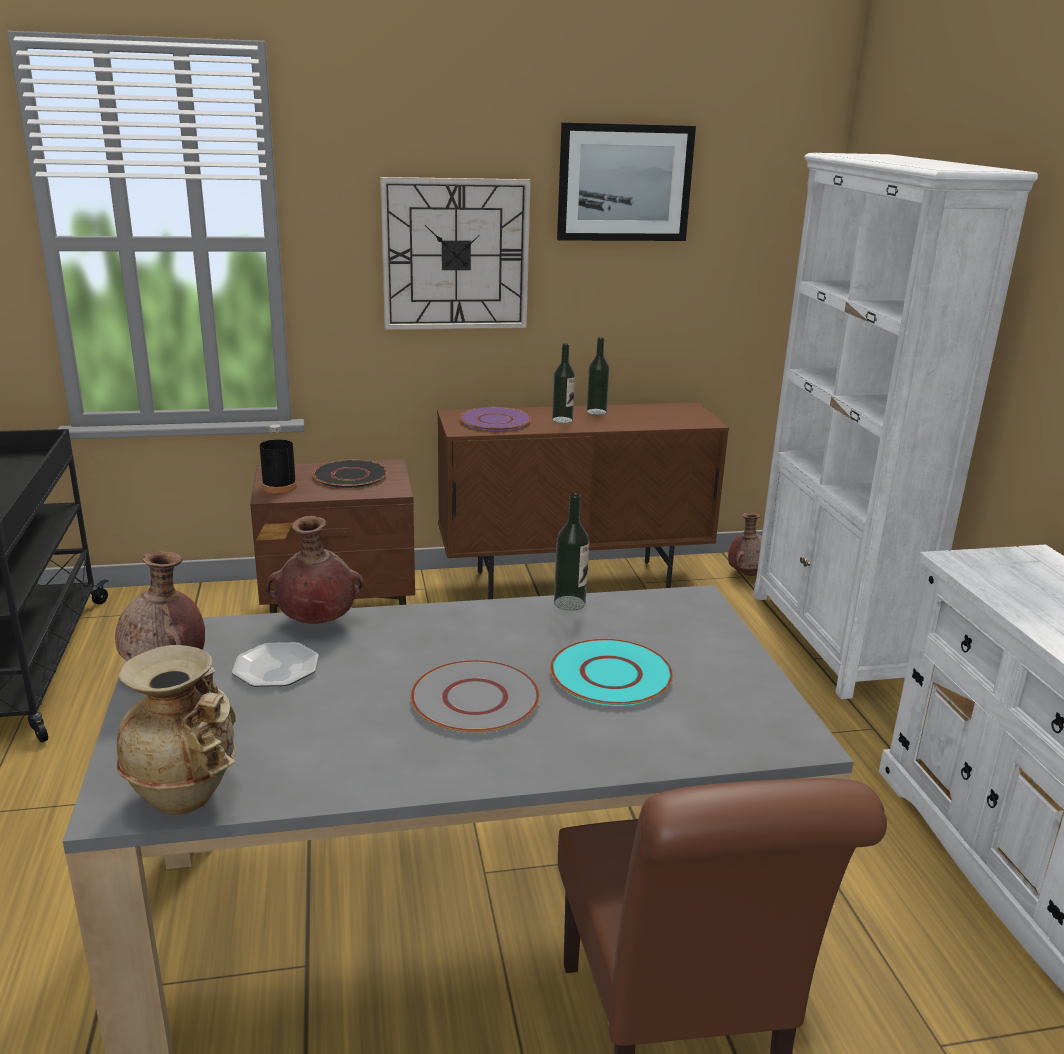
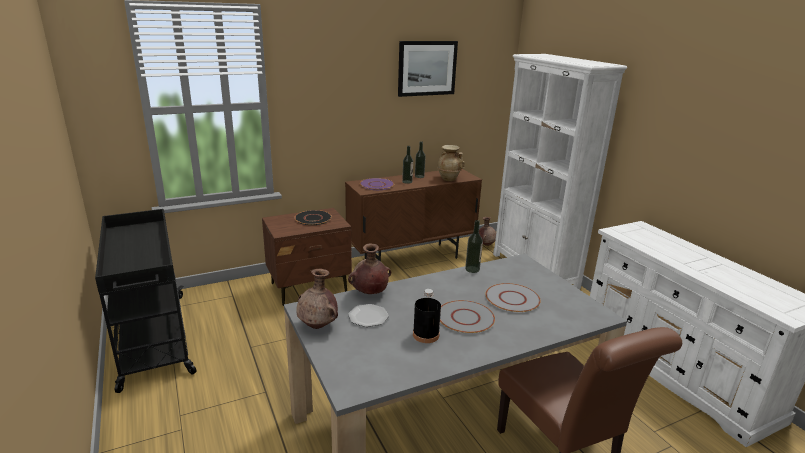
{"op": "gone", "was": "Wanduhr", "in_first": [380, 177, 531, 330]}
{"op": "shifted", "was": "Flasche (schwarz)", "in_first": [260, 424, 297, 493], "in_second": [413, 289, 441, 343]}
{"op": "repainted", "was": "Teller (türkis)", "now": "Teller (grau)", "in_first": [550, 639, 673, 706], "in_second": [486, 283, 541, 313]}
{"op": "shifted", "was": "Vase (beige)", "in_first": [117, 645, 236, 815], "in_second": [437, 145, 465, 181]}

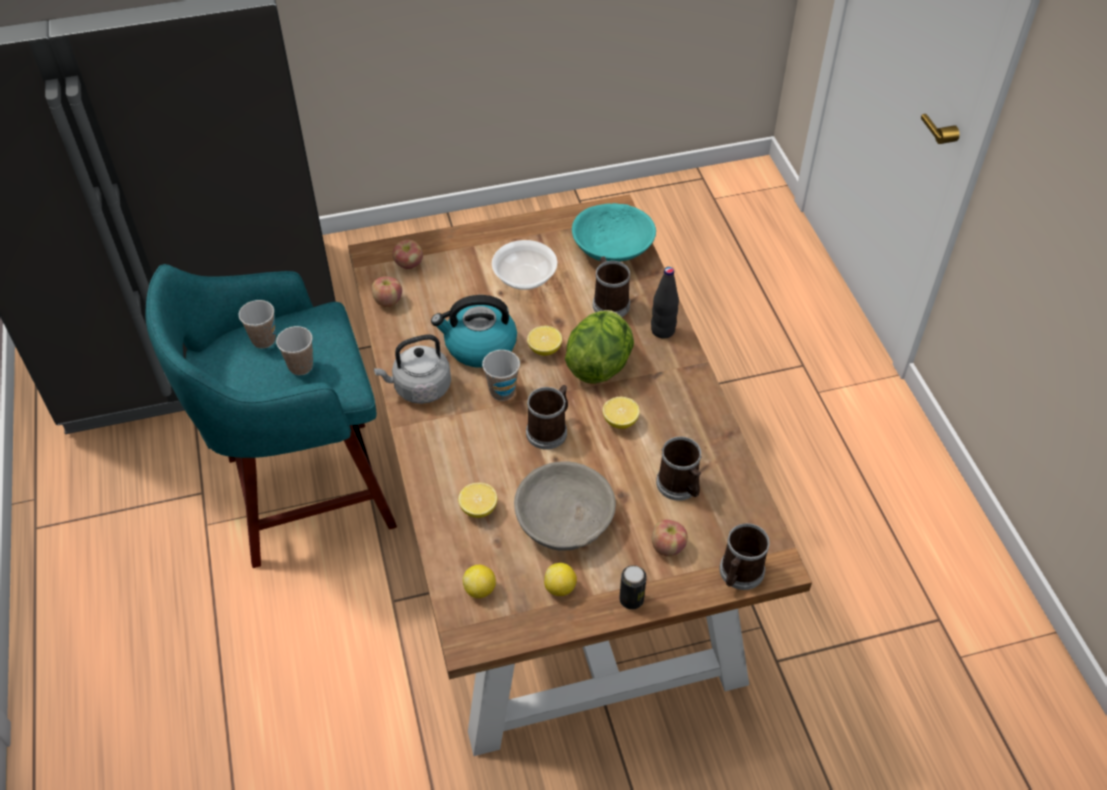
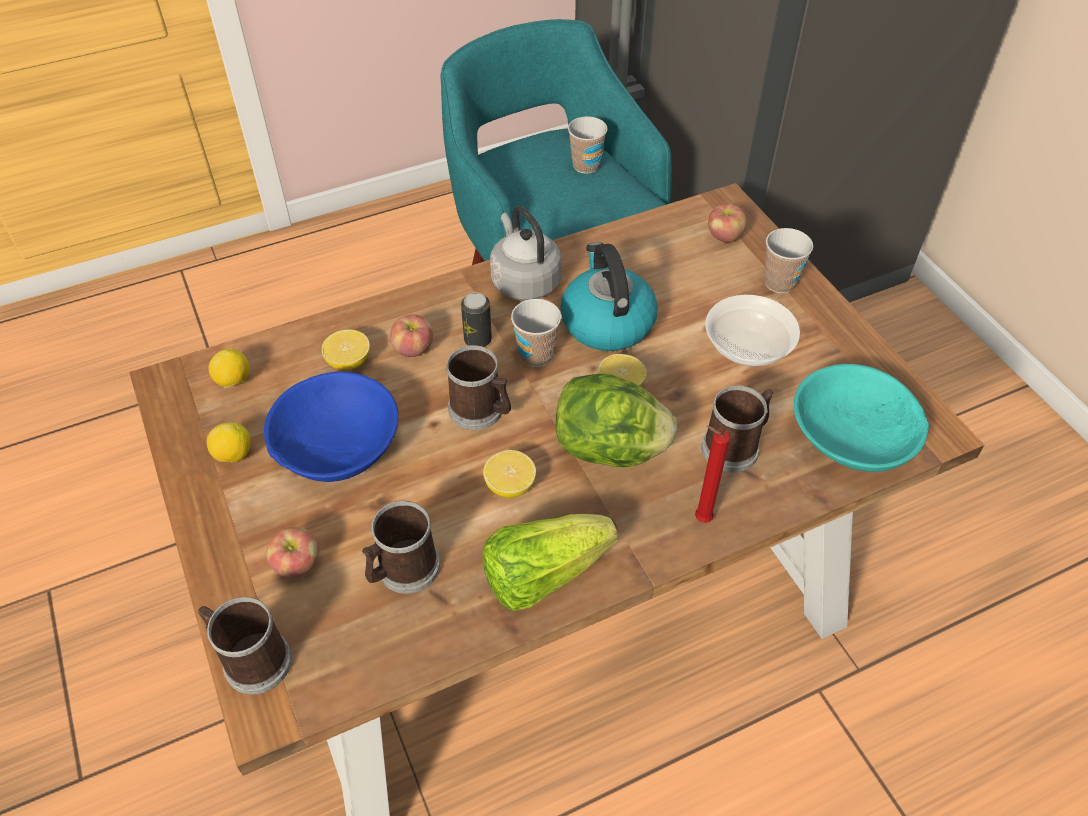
{"op": "swapped", "was": "Flasche (schwarz)", "now": "Kerze (rot)", "in_first": [651, 267, 679, 339], "in_second": [695, 426, 730, 523]}
{"op": "shifted", "was": "Apfel", "in_first": [371, 276, 402, 307], "in_second": [390, 314, 433, 357]}
{"op": "shifted", "was": "Tasse", "in_first": [276, 326, 313, 375], "in_second": [764, 228, 813, 293]}
{"op": "repainted", "was": "Schüssel (grau)", "now": "Schüssel (blau)", "in_first": [514, 461, 616, 551], "in_second": [264, 372, 399, 482]}
{"op": "shifted", "was": "Dose", "in_first": [619, 565, 647, 609], "in_second": [461, 293, 492, 347]}
{"op": "new", "now": "Salatkopf", "in_second": [483, 514, 618, 611]}

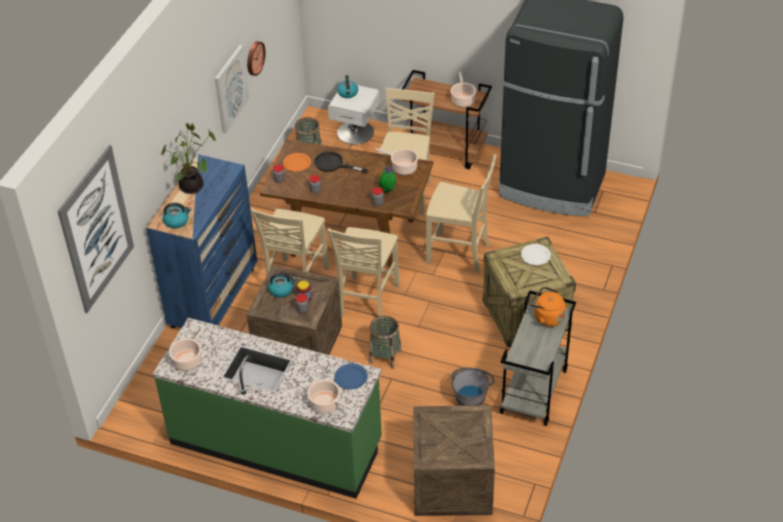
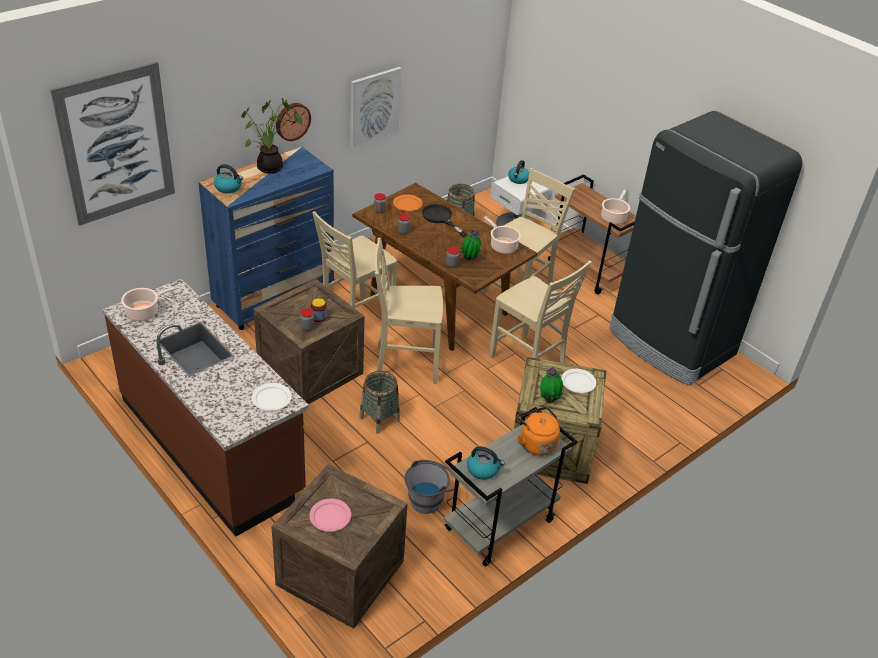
{"op": "shifted", "was": "Wanduhr", "in_first": [247, 41, 266, 76], "in_second": [276, 103, 311, 141]}
{"op": "rotated", "was": "Stuhl (beige)", "in_first": [327, 227, 399, 317], "in_second": [375, 238, 443, 384], "clockwise": 45}
{"op": "shifted", "was": "Wasserkessel", "in_first": [268, 273, 296, 298], "in_second": [467, 446, 505, 480]}
{"op": "repainted", "was": "Küchenzeile (grün)", "now": "Küchenzeile (braun)", "in_first": [153, 318, 382, 499], "in_second": [103, 278, 309, 537]}
{"op": "repainted", "was": "Teller (blau)", "now": "Teller (weiß)", "in_first": [334, 364, 368, 389], "in_second": [252, 383, 292, 411]}
{"op": "gone", "was": "Kochtopf", "in_first": [307, 380, 354, 413]}
{"op": "new", "now": "Topfpflanze", "in_second": [540, 367, 563, 403]}
{"op": "new", "now": "Teller (rosa)", "in_second": [309, 499, 351, 532]}

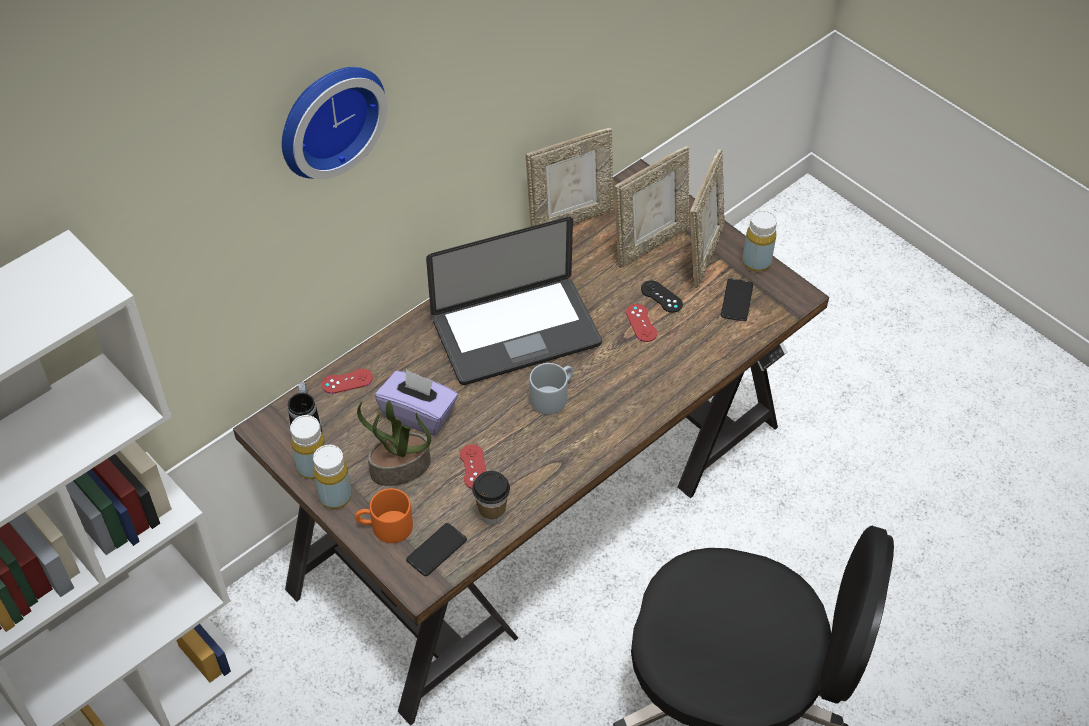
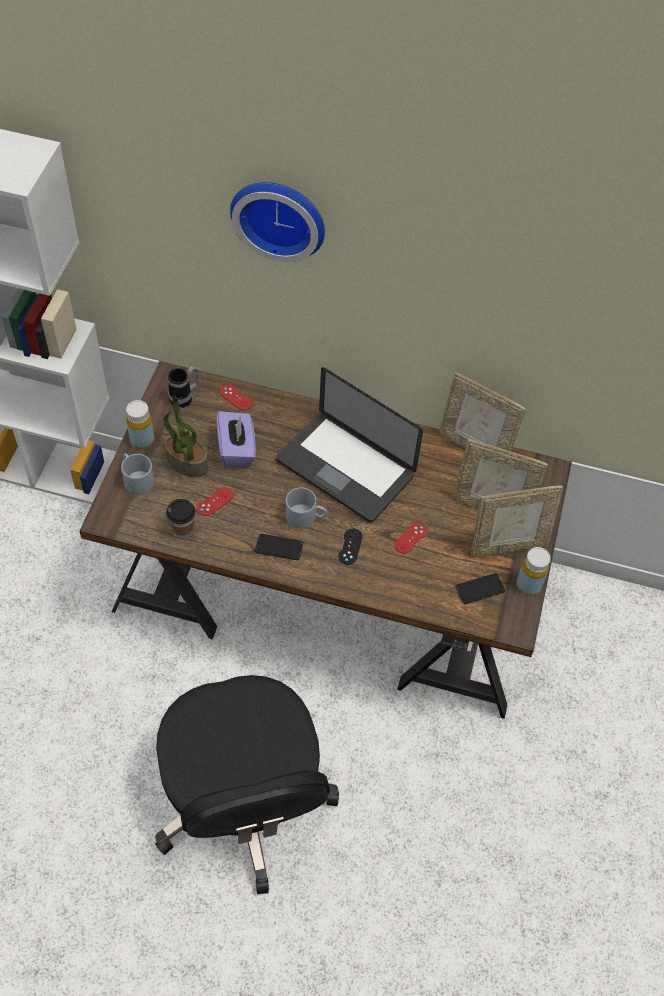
{"op": "shifted", "was": "Gamepad (schwarz)", "in_first": [641, 280, 683, 313], "in_second": [339, 529, 363, 565]}
{"op": "gone", "was": "Flasche (gelb)", "in_first": [290, 415, 326, 479]}
{"op": "repainted", "was": "Henkelbecher (orange)", "now": "Henkelbecher (grau)", "in_first": [355, 488, 413, 543], "in_second": [121, 453, 154, 495]}
{"op": "shifted", "was": "Handy", "in_first": [406, 523, 467, 576], "in_second": [255, 534, 303, 560]}

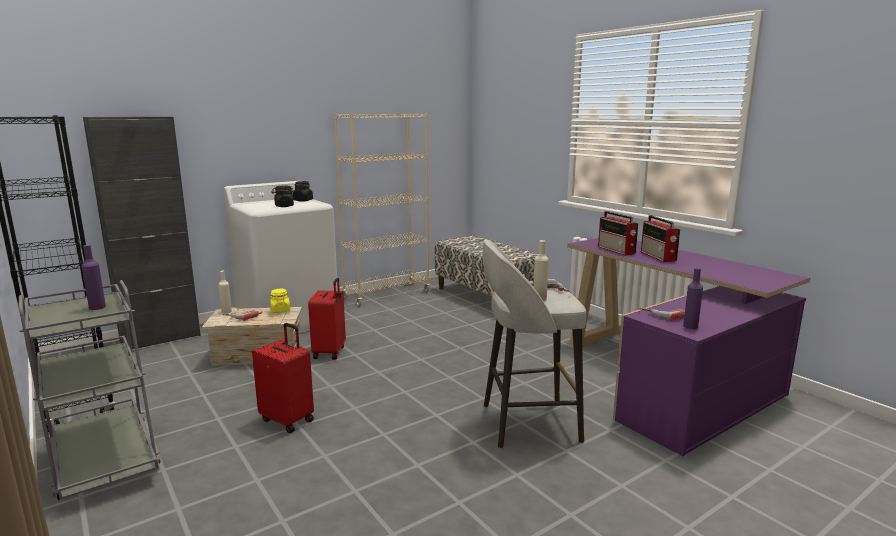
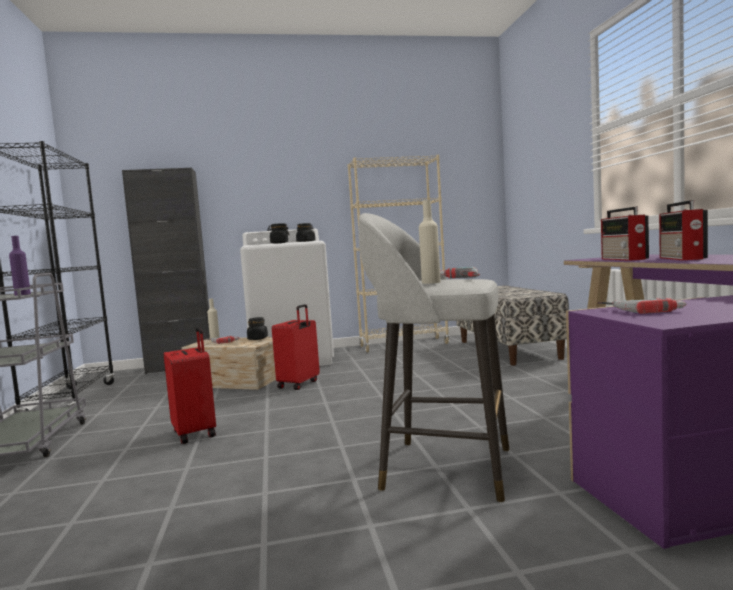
{"op": "gone", "was": "Flasche (lila)", "in_first": [683, 268, 703, 329]}
{"op": "repainted", "was": "Vorratsglas (gelb)", "now": "Vorratsglas (schwarz)", "in_first": [270, 289, 290, 313], "in_second": [247, 317, 268, 340]}

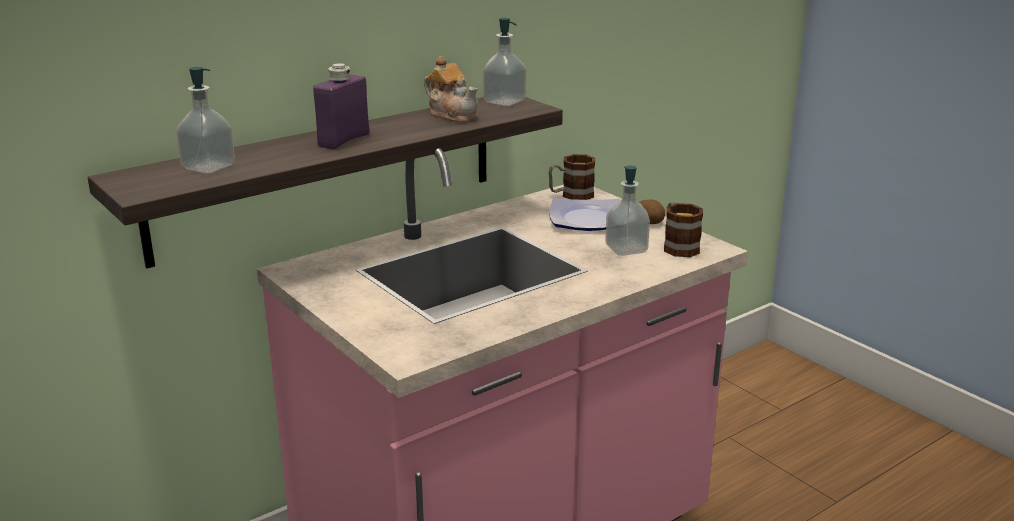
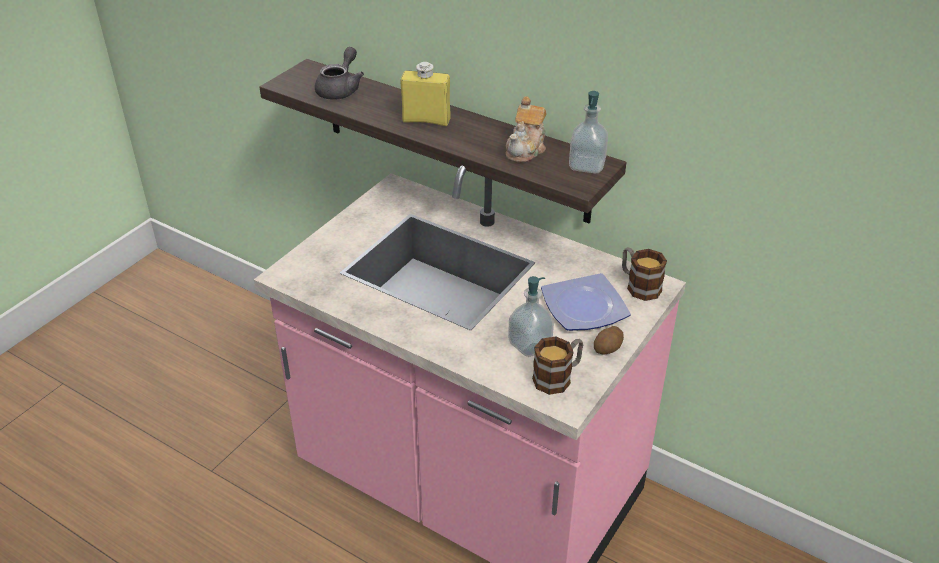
{"op": "repainted", "was": "Flasche (lila)", "now": "Flasche (gelb)", "in_first": [313, 63, 369, 149], "in_second": [401, 62, 450, 126]}
{"op": "swapped", "was": "Seifenspender", "now": "Teekanne (grau)", "in_first": [176, 67, 235, 173], "in_second": [315, 47, 364, 100]}

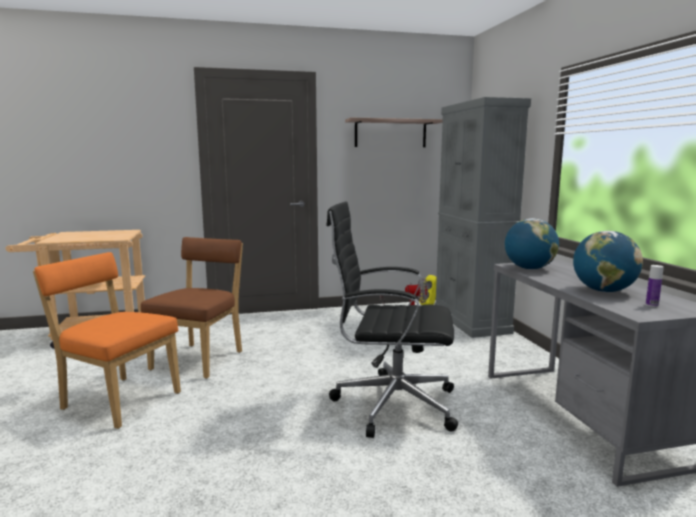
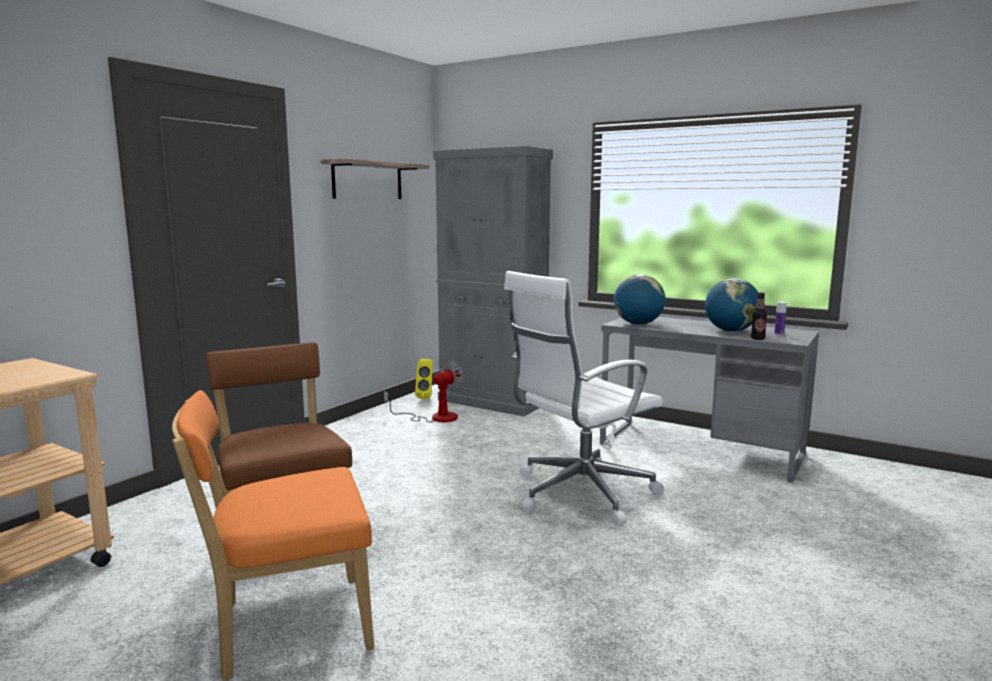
{"op": "repainted", "was": "Bürostuhl (schwarz)", "now": "Bürostuhl (weiß)", "in_first": [326, 202, 458, 438], "in_second": [504, 271, 664, 526]}
{"op": "new", "now": "Flasche", "in_second": [751, 292, 767, 340]}

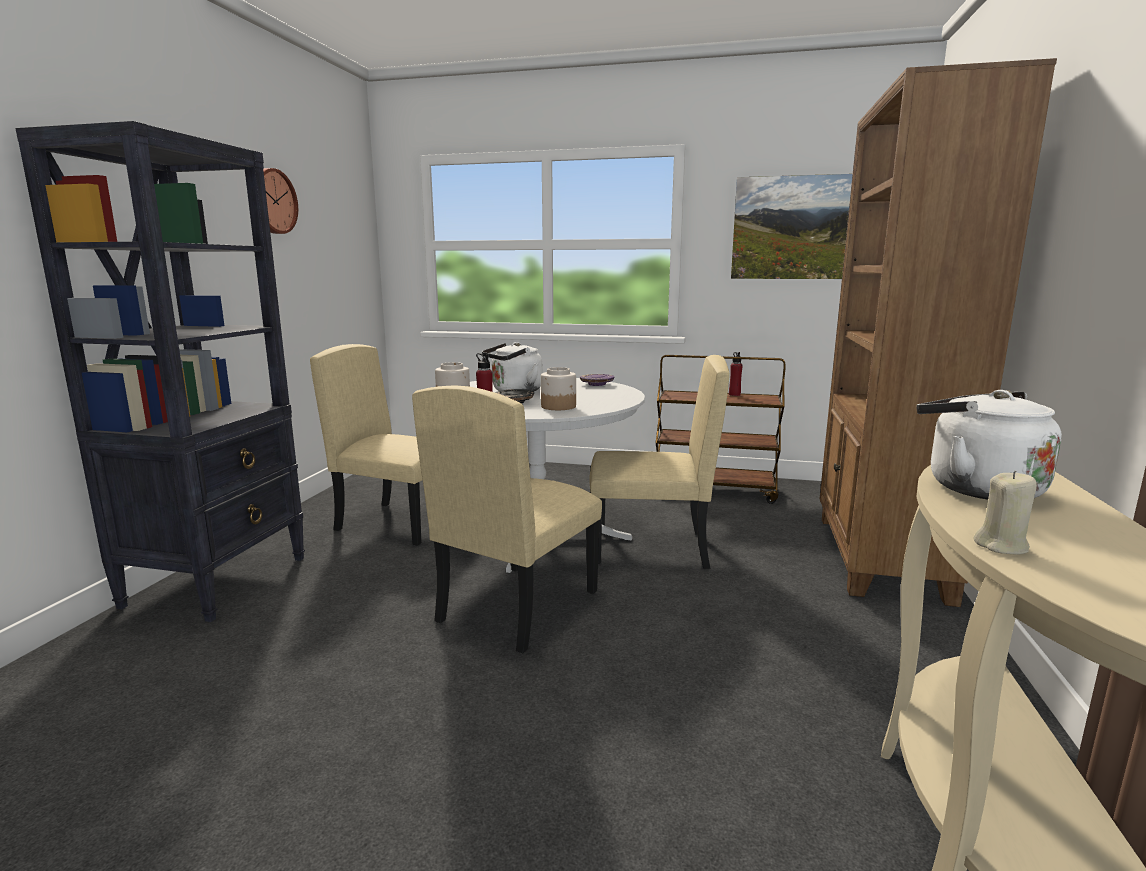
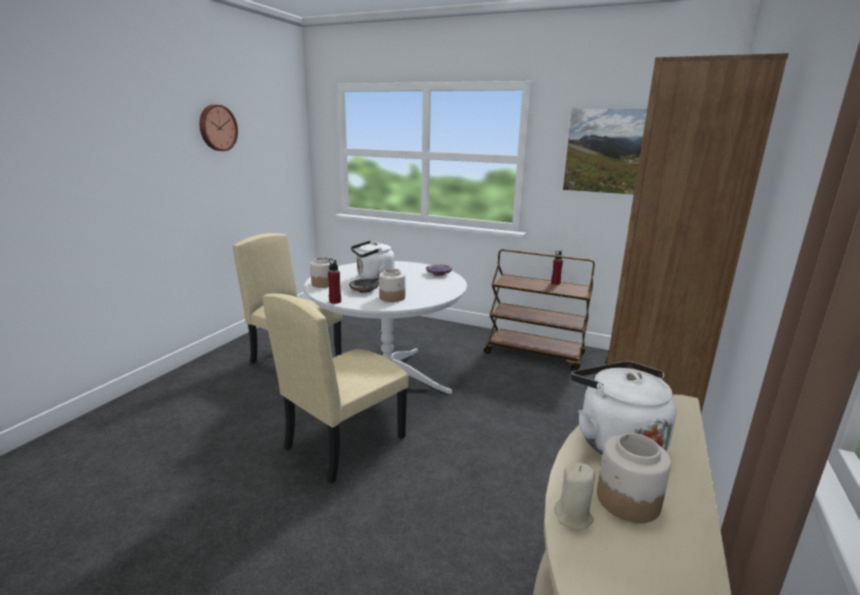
{"op": "gone", "was": "Bücherregal (schwarz)", "in_first": [15, 121, 305, 622]}
{"op": "gone", "was": "Stuhl (beige)", "in_first": [589, 355, 730, 569]}
{"op": "new", "now": "Vorratsglas", "in_second": [597, 433, 672, 523]}

